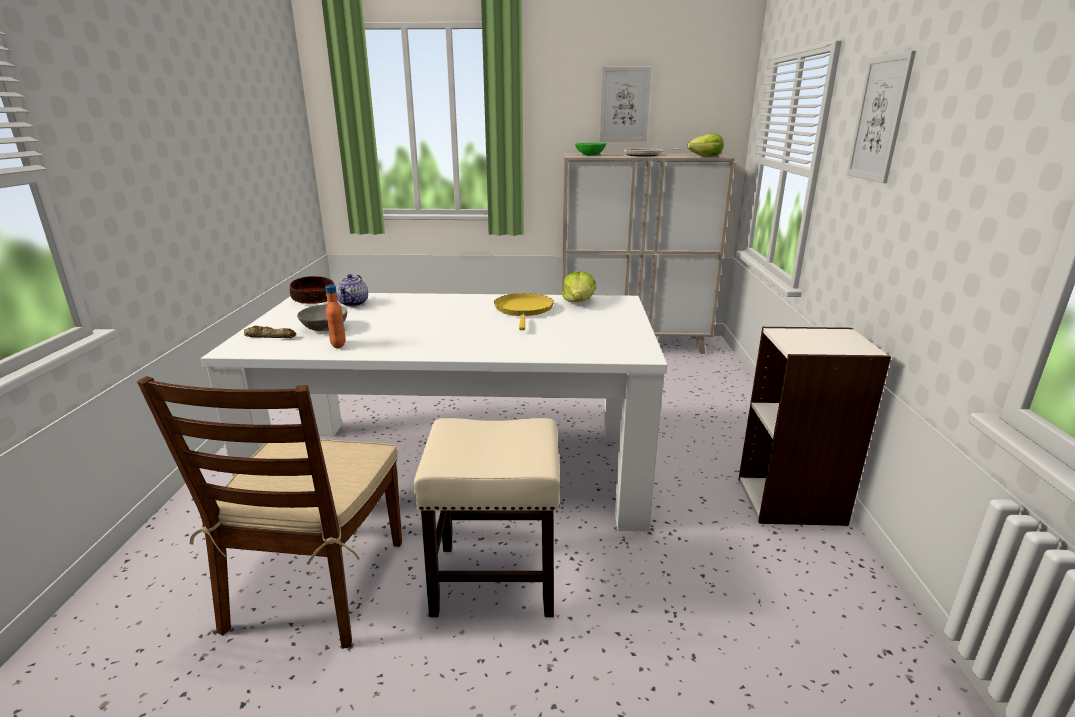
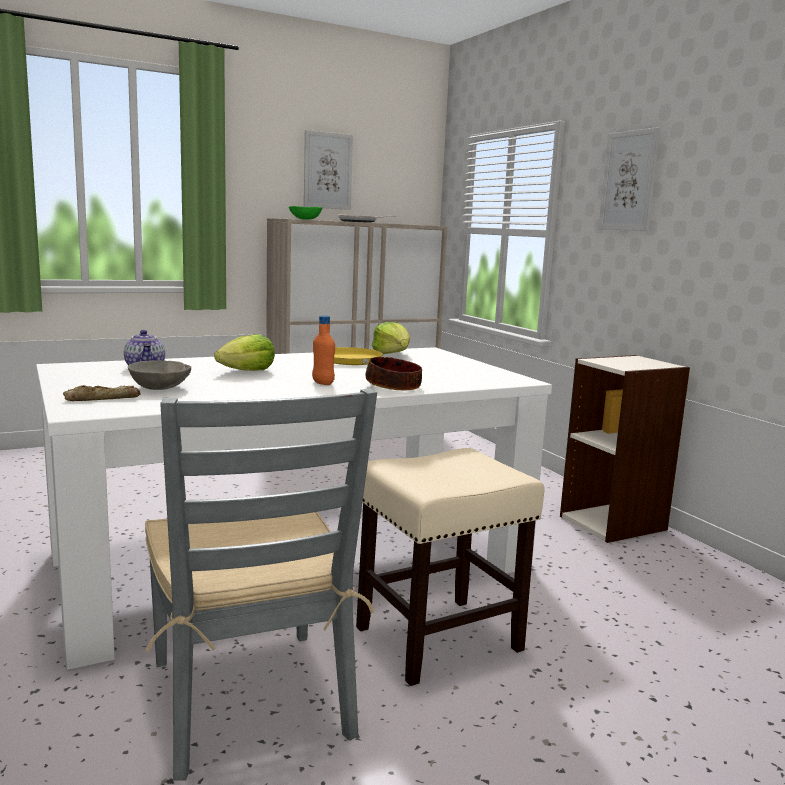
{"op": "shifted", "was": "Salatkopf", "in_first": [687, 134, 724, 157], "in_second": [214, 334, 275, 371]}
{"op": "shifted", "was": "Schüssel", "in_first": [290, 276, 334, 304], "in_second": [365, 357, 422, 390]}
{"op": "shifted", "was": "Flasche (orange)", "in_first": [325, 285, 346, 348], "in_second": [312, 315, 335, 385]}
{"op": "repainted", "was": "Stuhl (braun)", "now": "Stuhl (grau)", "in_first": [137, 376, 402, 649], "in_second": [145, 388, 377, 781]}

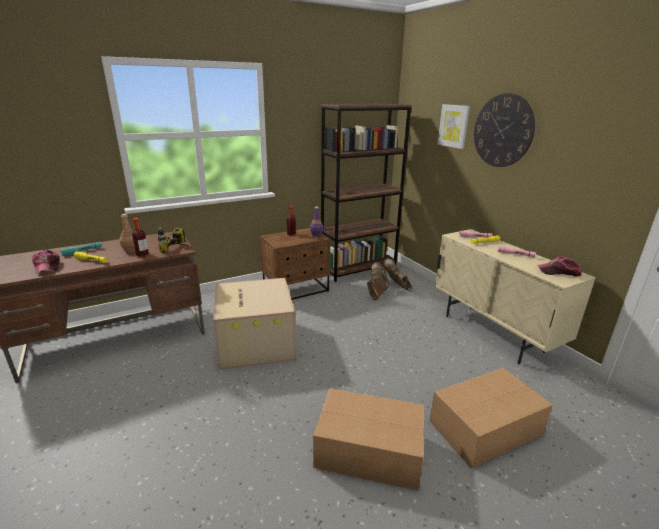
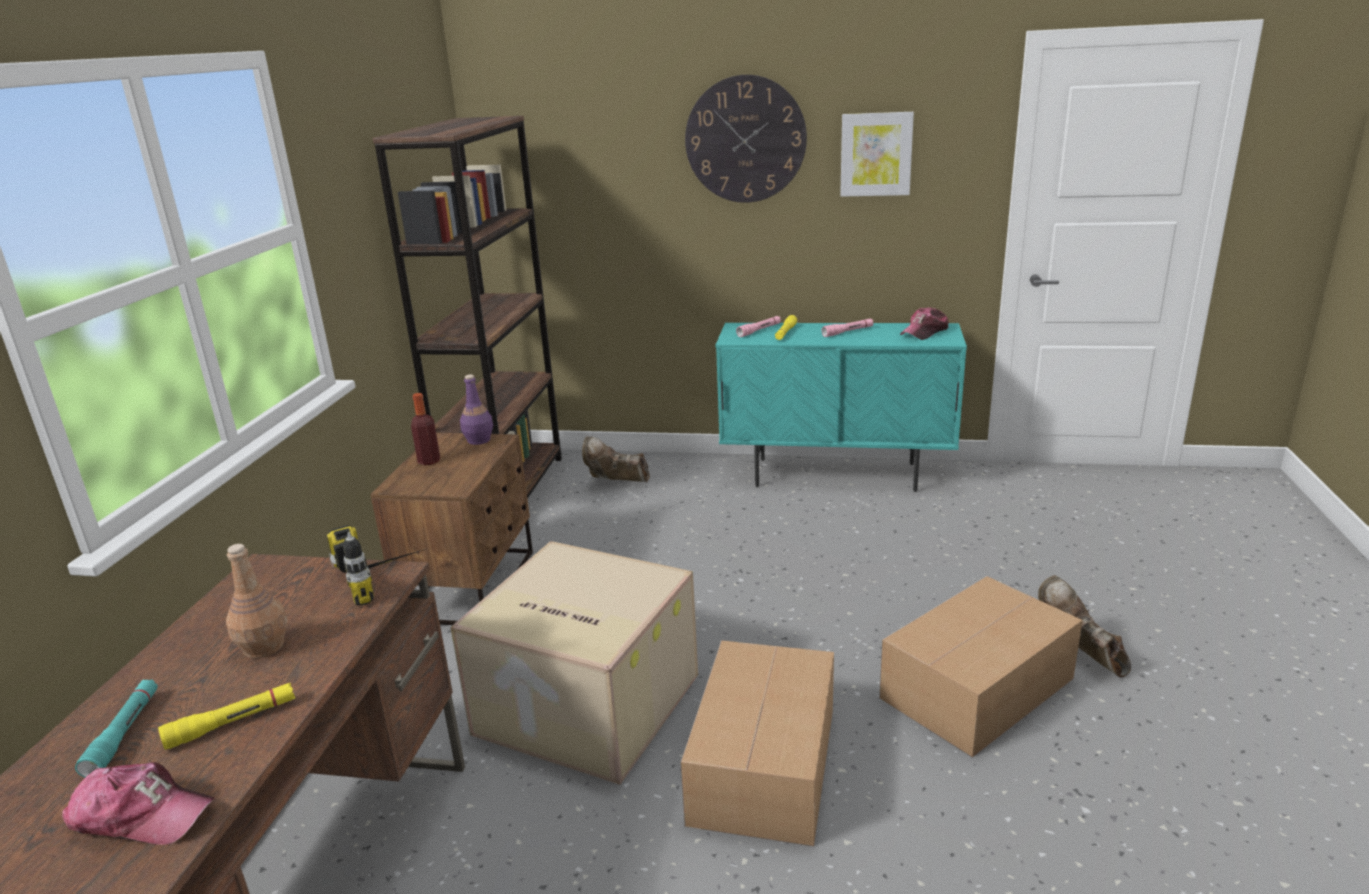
{"op": "shifted", "was": "Bild", "in_first": [438, 104, 470, 149], "in_second": [840, 112, 914, 197]}
{"op": "gone", "was": "Flasche", "in_first": [132, 218, 149, 257]}
{"op": "repainted", "was": "Schrank (beige)", "now": "Schrank (türkis)", "in_first": [435, 229, 596, 364], "in_second": [716, 323, 967, 492]}
{"op": "shifted", "was": "Stiefel (braun)", "in_first": [367, 262, 390, 300], "in_second": [1038, 576, 1131, 677]}
{"op": "shifted", "was": "Karton", "in_first": [430, 368, 553, 469], "in_second": [681, 640, 834, 846]}

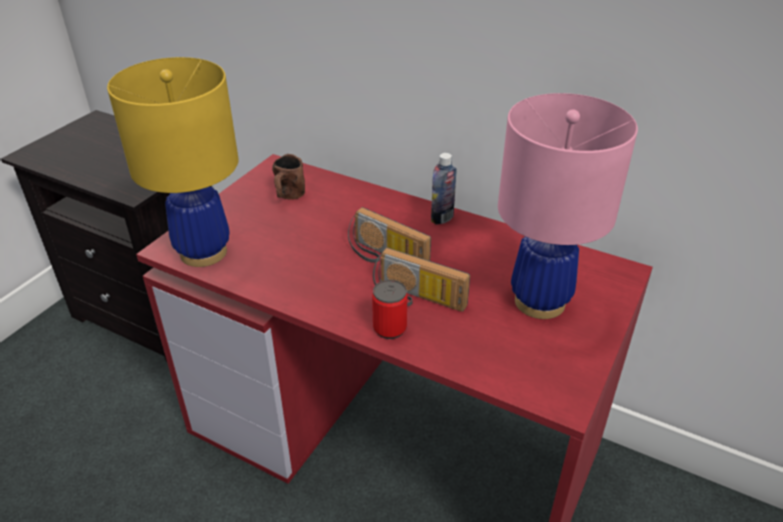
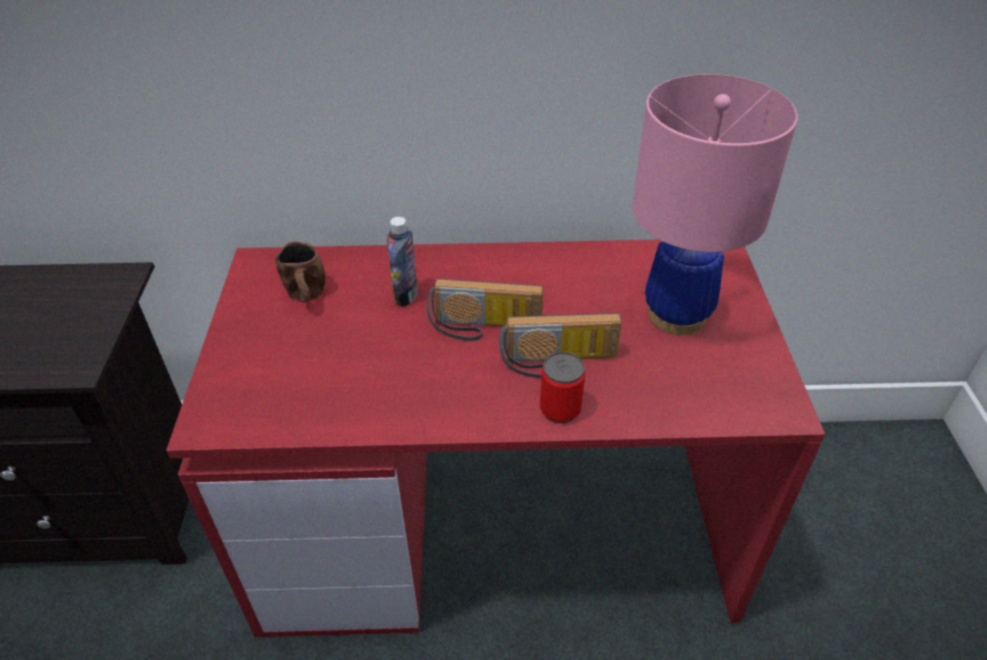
{"op": "gone", "was": "Tischlampe (gelb)", "in_first": [107, 57, 238, 267]}
{"op": "shifted", "was": "Flasche", "in_first": [431, 153, 457, 225], "in_second": [387, 217, 418, 307]}

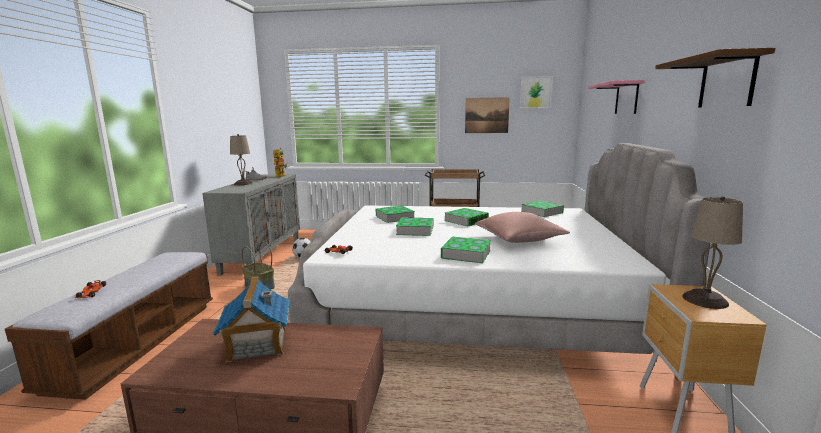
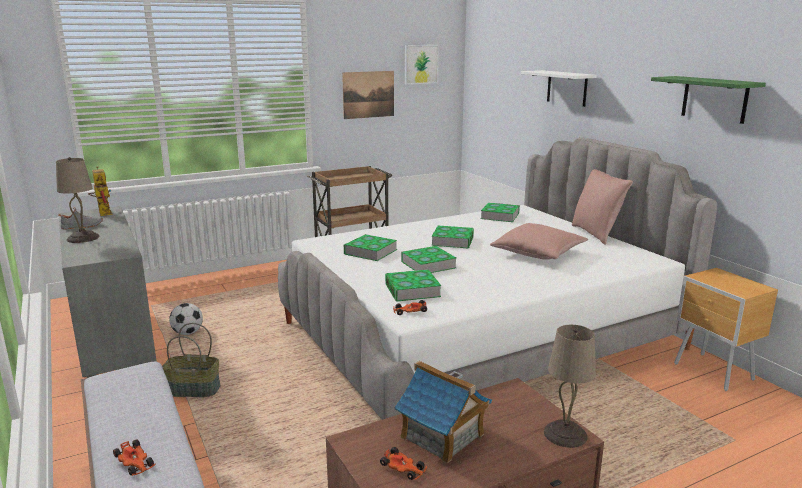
{"op": "repainted", "was": "Wandregal (braun)", "now": "Wandregal (grün)", "in_first": [655, 48, 775, 107], "in_second": [651, 76, 766, 124]}
{"op": "repainted", "was": "Wandregal (rosa)", "now": "Wandregal (weiß)", "in_first": [588, 80, 645, 114], "in_second": [521, 70, 597, 107]}
{"op": "shifted", "was": "Tischlampe (beige)", "in_first": [682, 196, 743, 309], "in_second": [544, 325, 596, 448]}
{"op": "shifted", "was": "Buch", "in_first": [441, 236, 491, 263], "in_second": [385, 269, 441, 301]}
{"op": "new", "now": "Kissen (rosa)", "in_second": [572, 169, 633, 245]}
{"op": "new", "now": "Spielzeugauto", "in_second": [380, 447, 427, 480]}

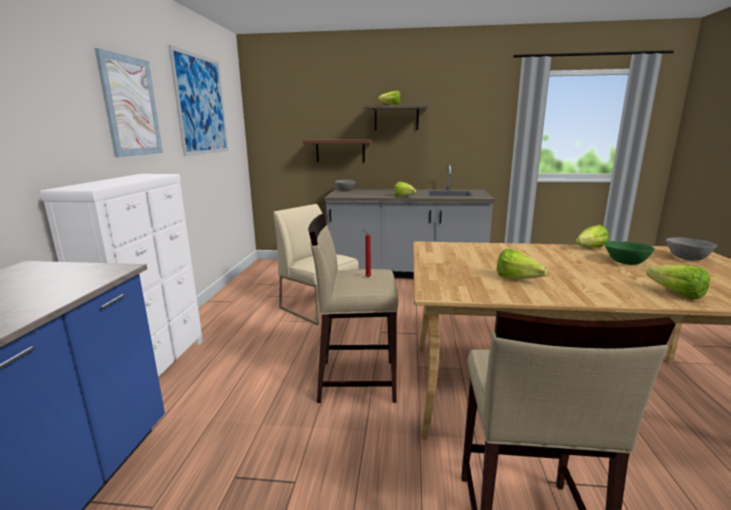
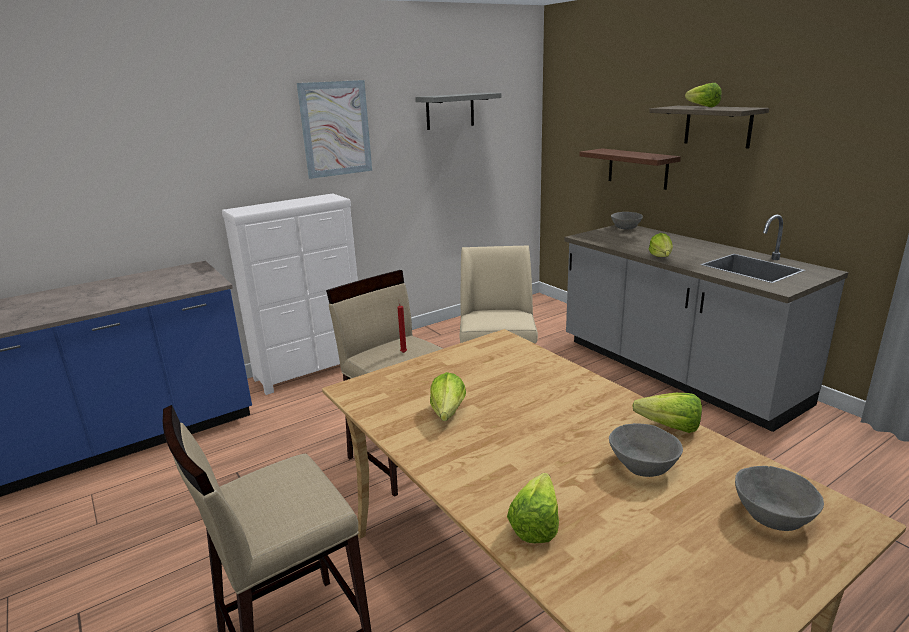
{"op": "swapped", "was": "Bild", "now": "Wandregal (grau)", "in_first": [168, 45, 228, 156], "in_second": [415, 93, 501, 130]}
{"op": "repainted", "was": "Schüssel (grün)", "now": "Schüssel (grau)", "in_first": [605, 241, 655, 265], "in_second": [609, 423, 683, 477]}

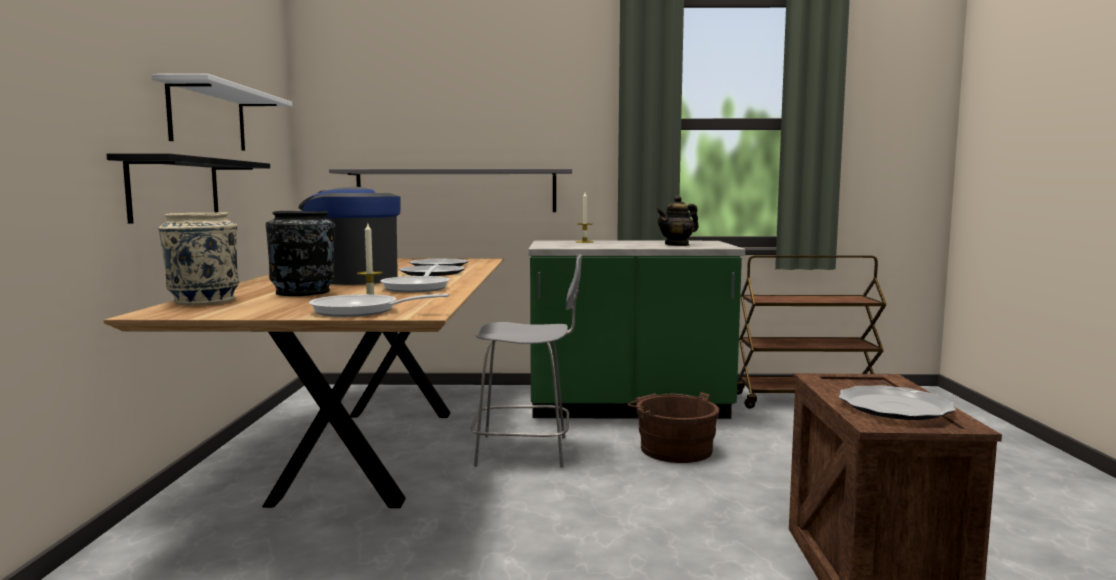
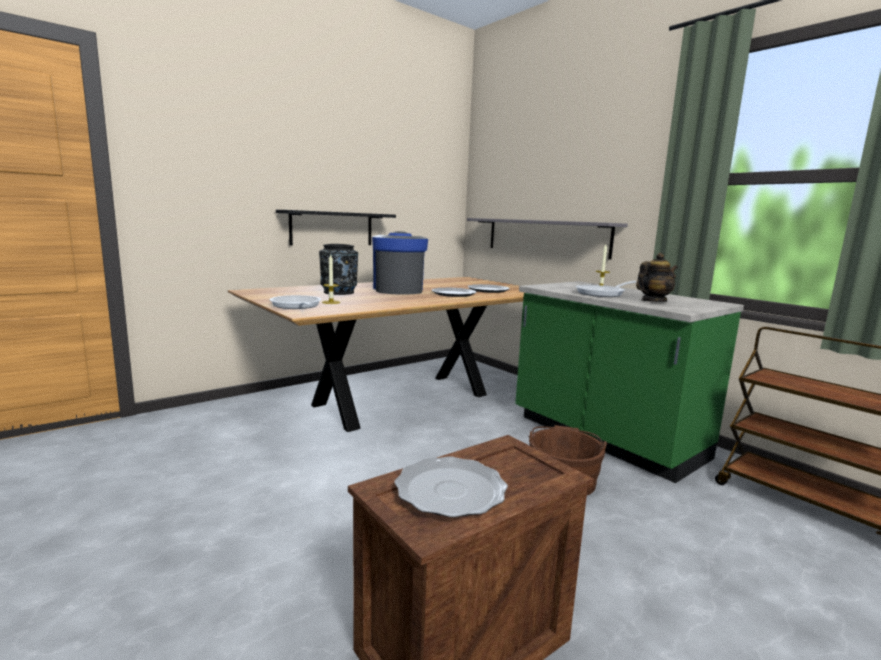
{"op": "gone", "was": "Wandregal (weiß)", "in_first": [151, 74, 292, 151]}
{"op": "rotated", "was": "Teekanne", "in_first": [656, 195, 699, 246], "in_second": [636, 253, 678, 302], "clockwise": 135}
{"op": "gone", "was": "Vase (beige)", "in_first": [159, 212, 239, 306]}
{"op": "gone", "was": "Stuhl (grau)", "in_first": [471, 254, 582, 468]}
{"op": "shifted", "was": "Pfanne", "in_first": [380, 264, 450, 292], "in_second": [576, 281, 636, 297]}

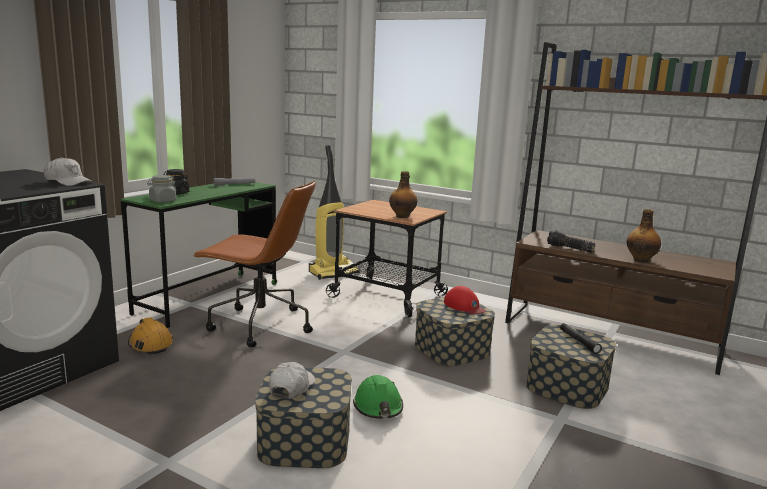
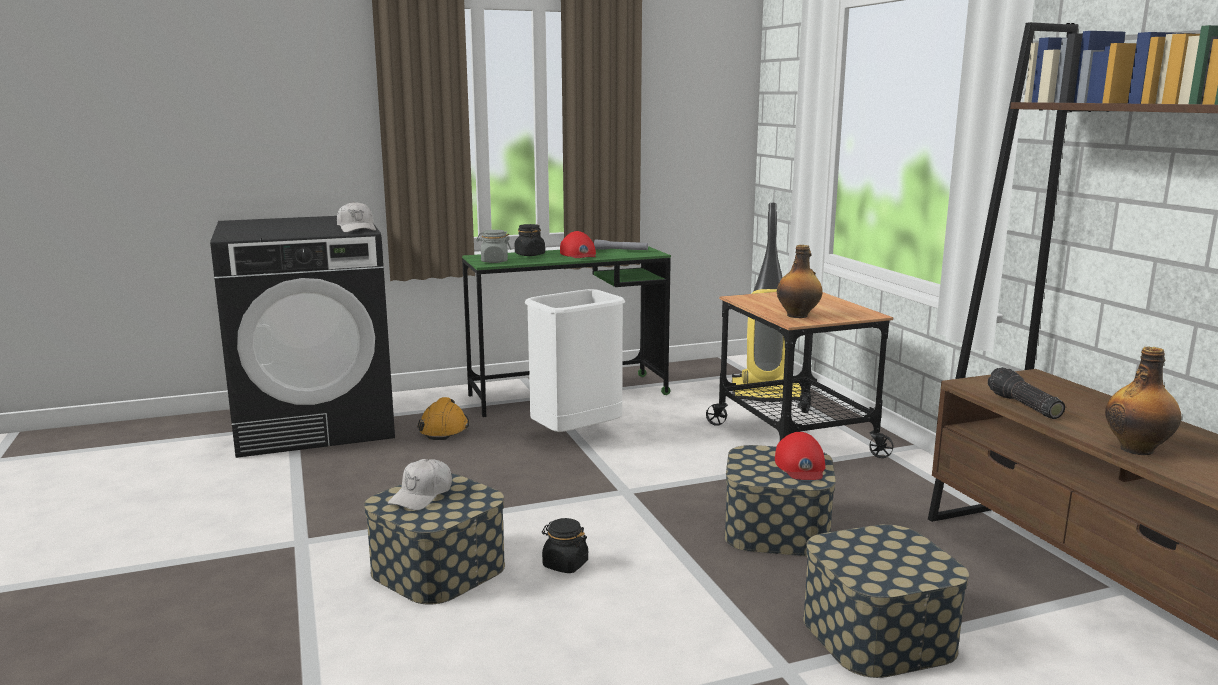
{"op": "swapped", "was": "Bürostuhl (braun)", "now": "Mülleimer (weiß)", "in_first": [192, 180, 316, 347], "in_second": [525, 289, 625, 432]}
{"op": "gone", "was": "Taschenlampe (schwarz)", "in_first": [560, 324, 602, 354]}
{"op": "rotated", "was": "Kappe (weiß)", "in_first": [269, 362, 316, 399], "in_second": [388, 459, 452, 510], "clockwise": 150}
{"op": "swapped", "was": "Schutzhelm (grün)", "now": "Vorratsglas (schwarz)", "in_first": [353, 375, 403, 419], "in_second": [542, 518, 588, 573]}
{"op": "new", "now": "Kappe (rot)", "in_second": [560, 231, 596, 258]}

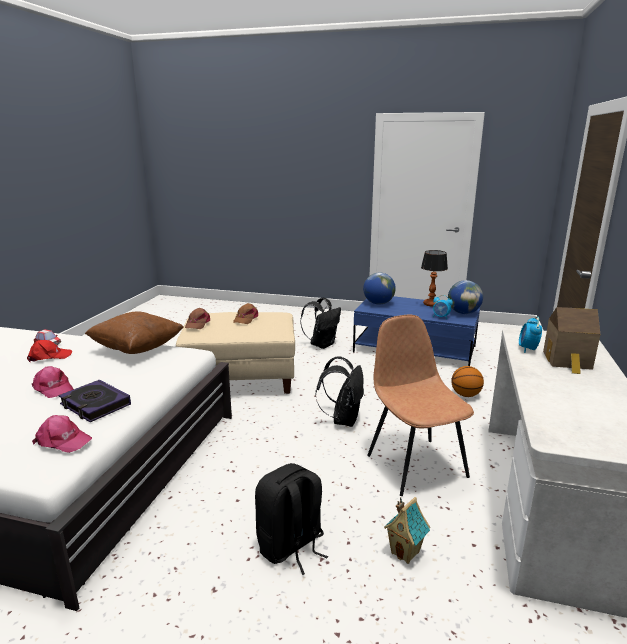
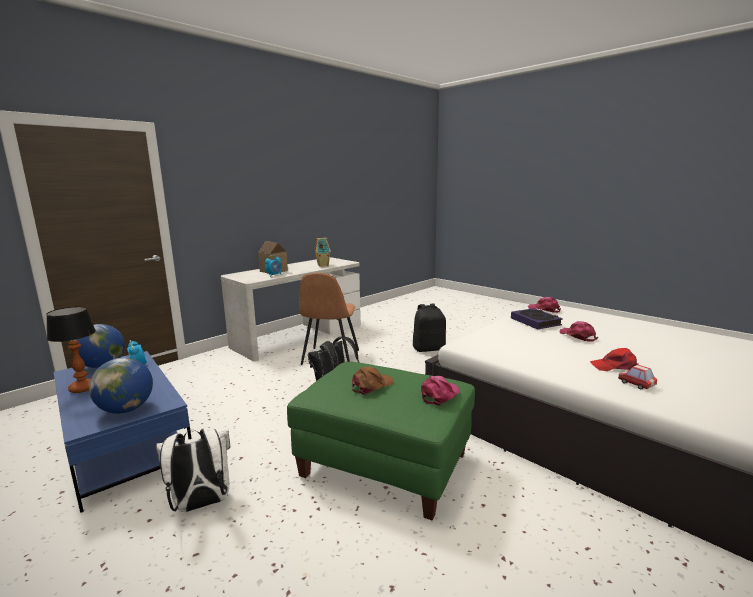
{"op": "repainted", "was": "Rucksack (schwarz)", "now": "Rucksack (weiß)", "in_first": [300, 298, 341, 349], "in_second": [156, 428, 230, 512]}
{"op": "repainted", "was": "Kappe (braun)", "now": "Kappe (rosa)", "in_first": [185, 308, 210, 329], "in_second": [421, 376, 460, 406]}
{"op": "gone", "was": "Kissen (braun)", "in_first": [85, 311, 183, 354]}
{"op": "repainted", "was": "Polsterhocker (beige)", "now": "Polsterhocker (grün)", "in_first": [176, 312, 295, 394], "in_second": [287, 362, 475, 521]}
{"op": "gone", "was": "Basketball", "in_first": [451, 366, 484, 397]}
{"op": "shifted", "was": "Spielzeughaus", "in_first": [384, 497, 430, 564], "in_second": [314, 238, 331, 267]}

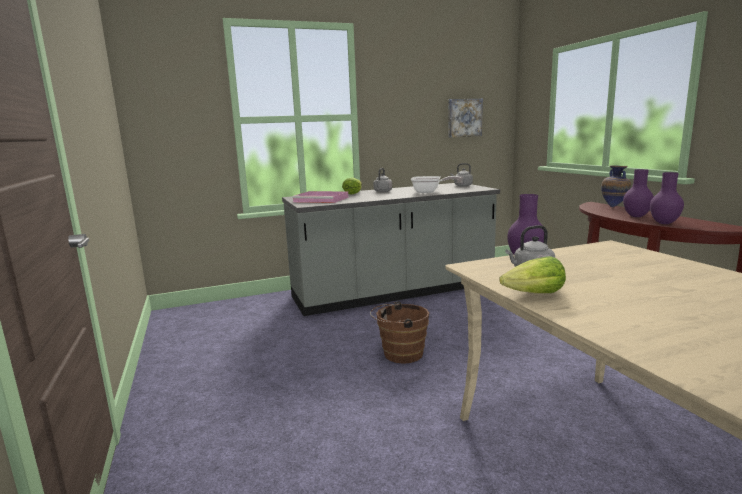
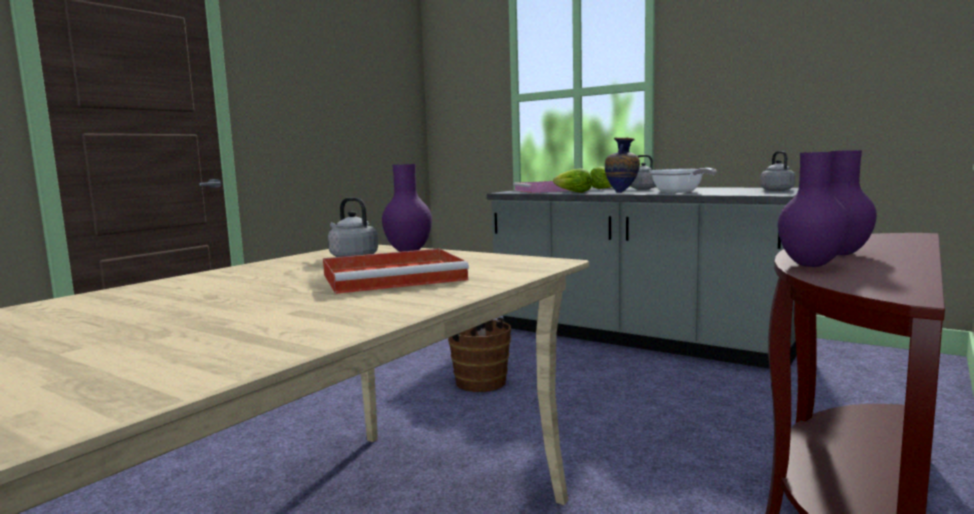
{"op": "gone", "was": "Bild", "in_first": [448, 99, 483, 138]}
{"op": "shifted", "was": "Vase", "in_first": [601, 165, 631, 207], "in_second": [605, 137, 640, 193]}
{"op": "shifted", "was": "Salatkopf", "in_first": [499, 256, 566, 293], "in_second": [553, 168, 592, 193]}
{"op": "new", "now": "Tablett (rot)", "in_second": [323, 249, 469, 294]}

